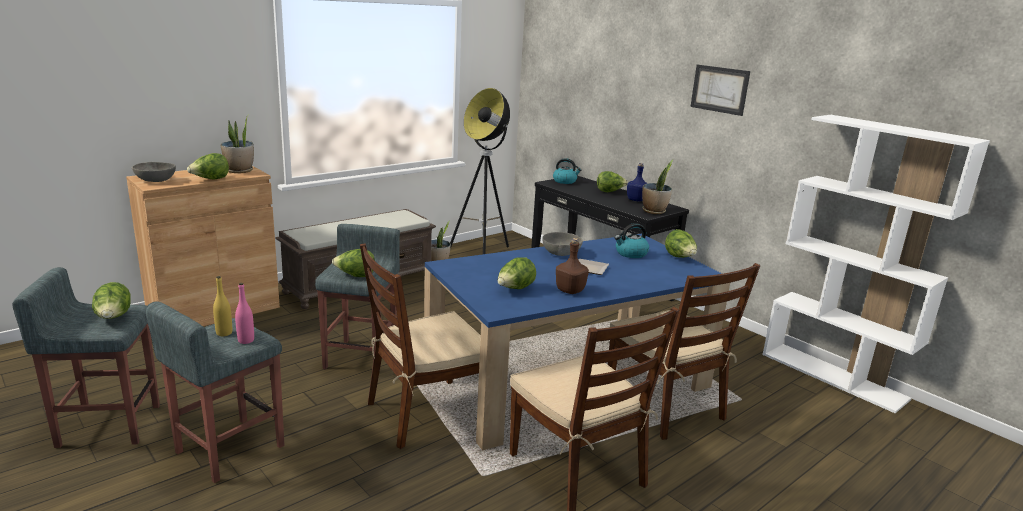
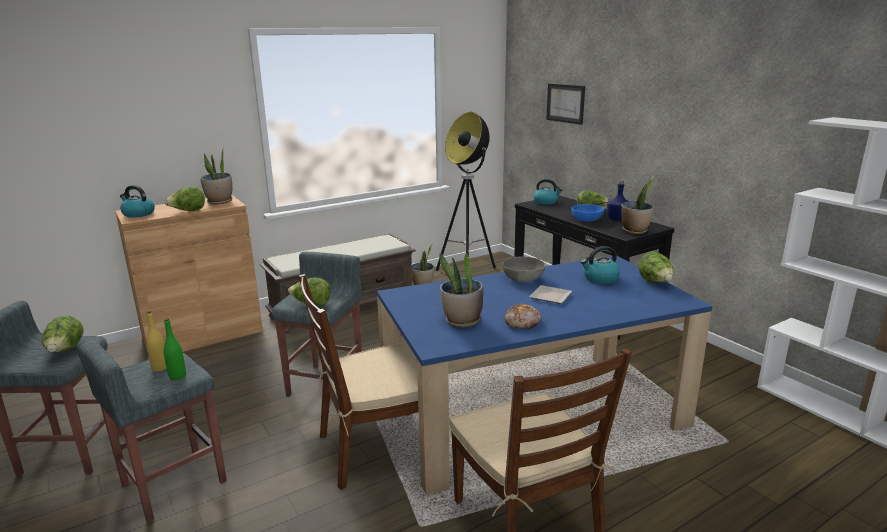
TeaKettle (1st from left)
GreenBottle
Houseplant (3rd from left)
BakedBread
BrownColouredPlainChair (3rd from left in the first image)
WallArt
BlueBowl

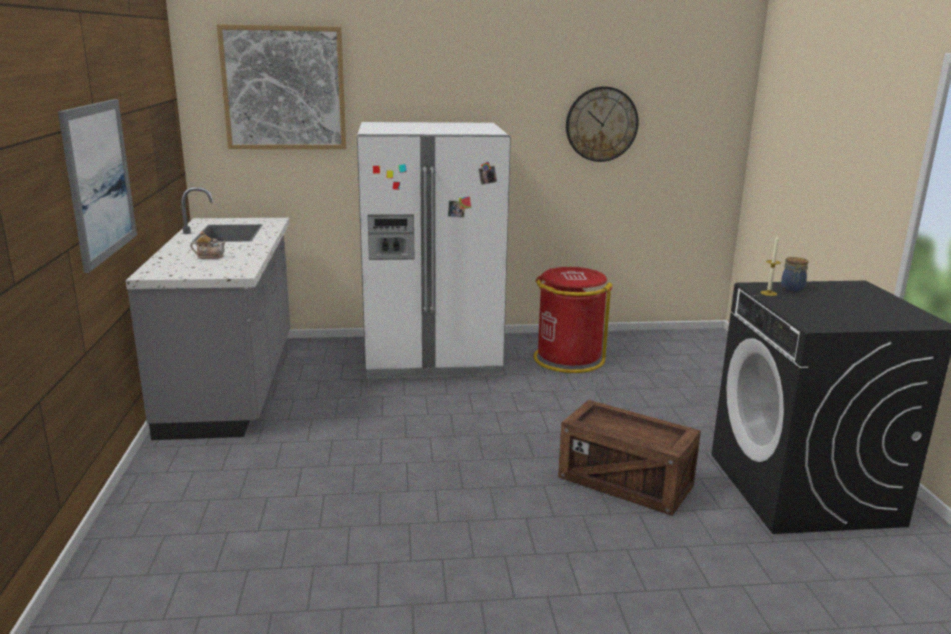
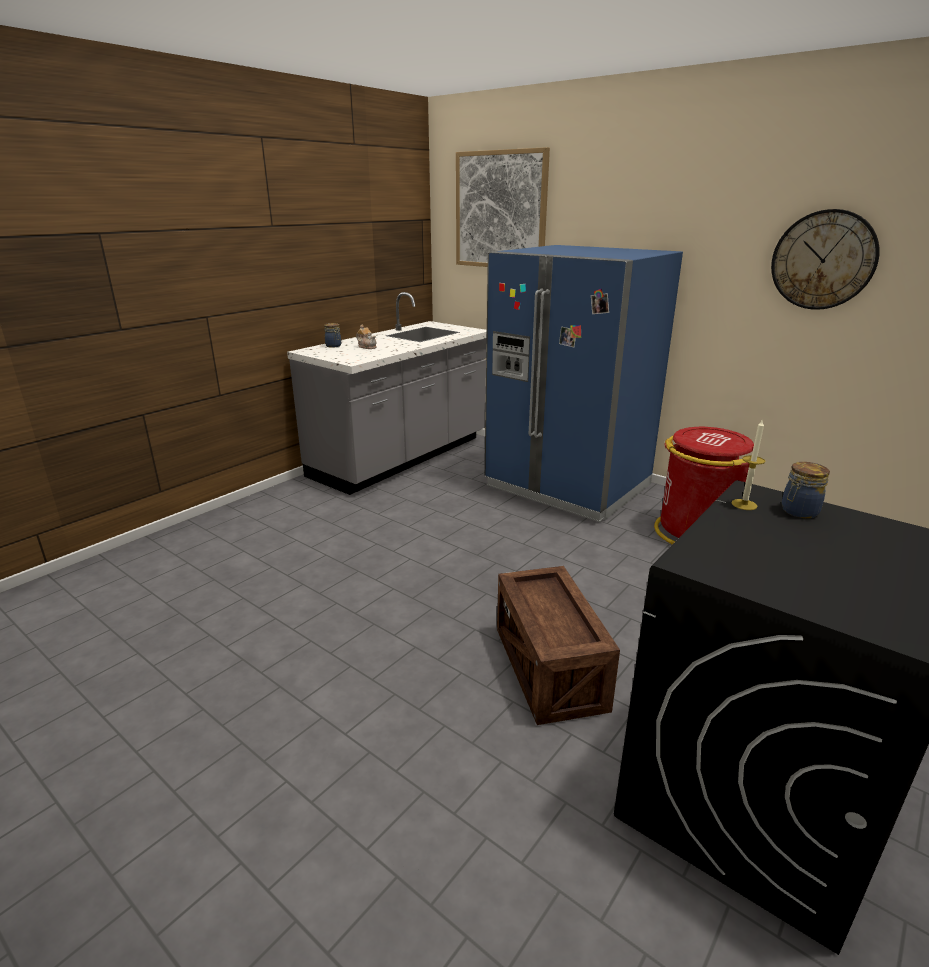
WallArt (1st from left in the first image)
BlueRefrigerator
PreserveJar (1st from left)

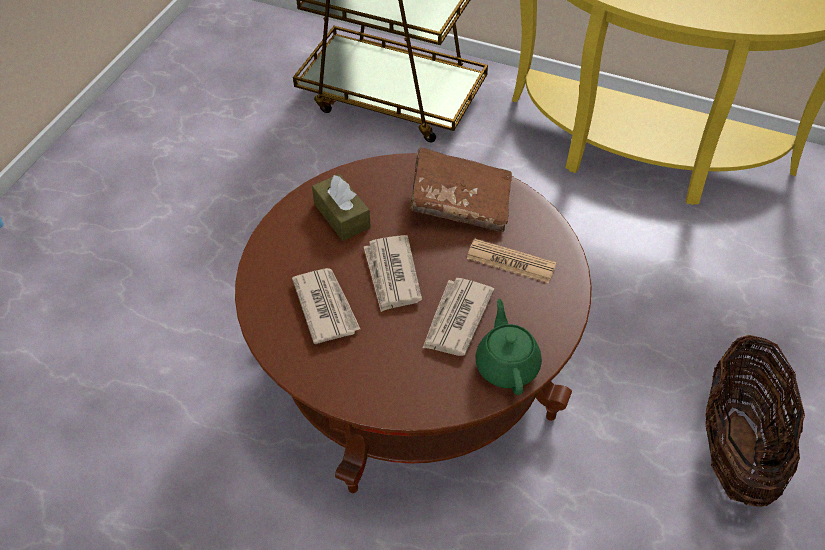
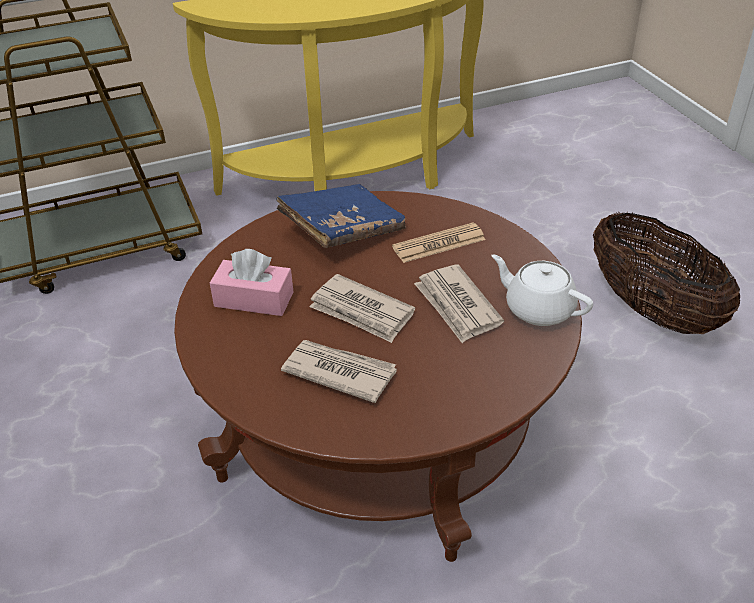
PinkTissueBox
BlueBook
WhiteColouredPotForTea

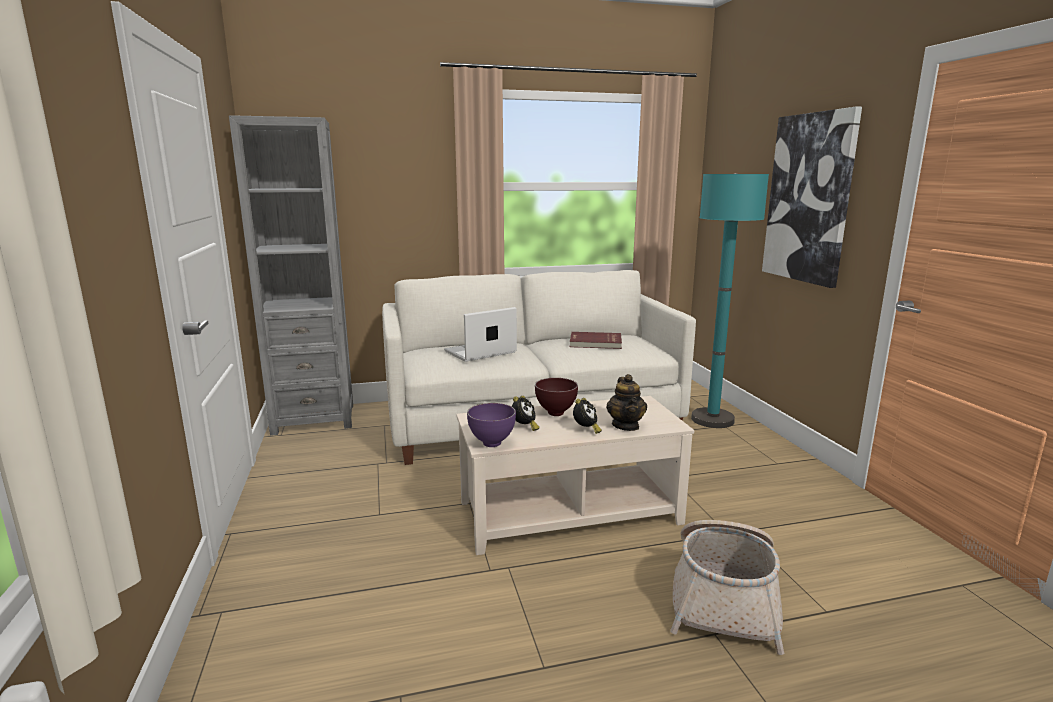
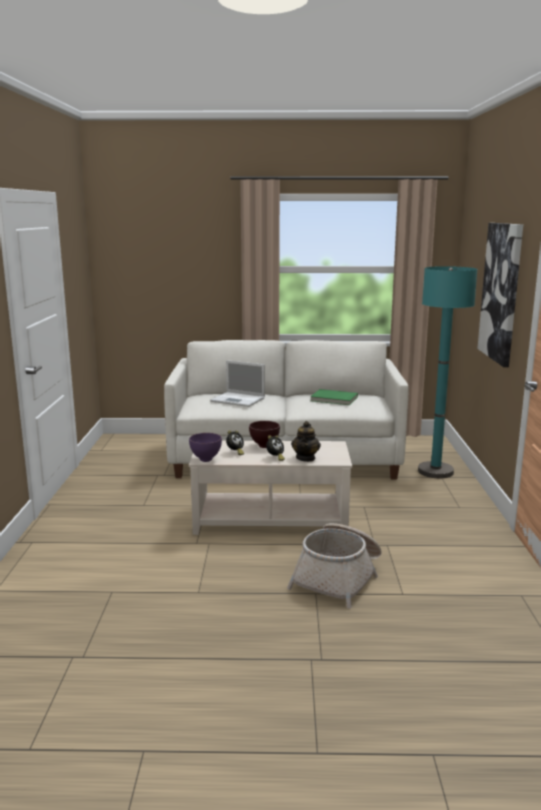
GrayShelvingUnit
Laptop
GreenBook

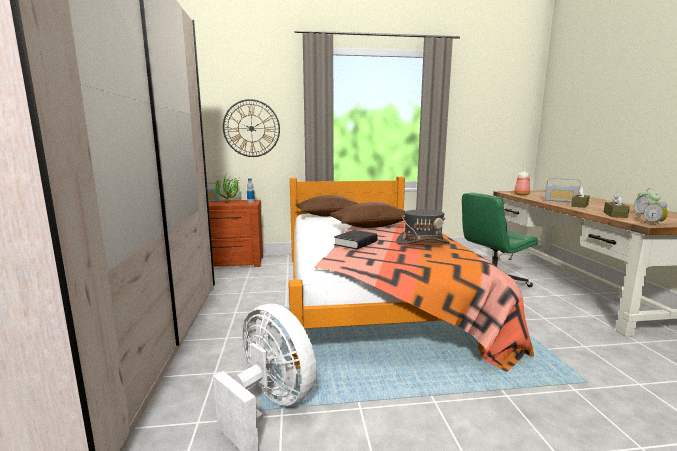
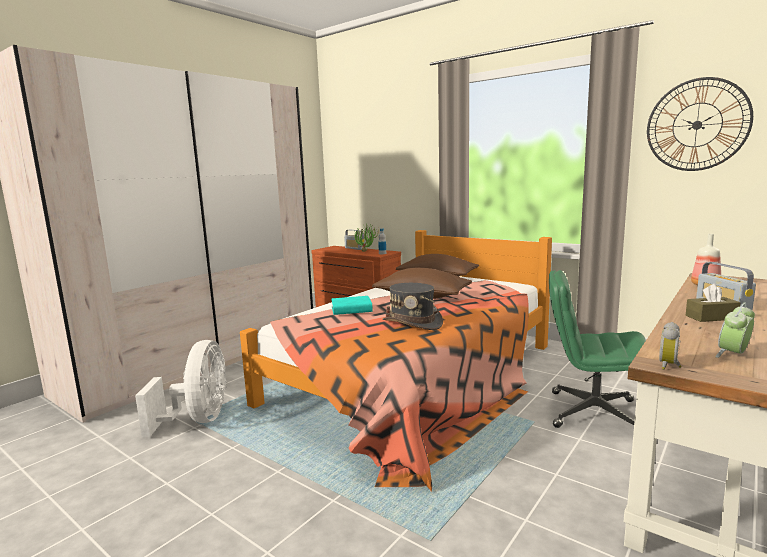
ClockOnTheWall
TurquoiseColouredBook
BrownColouredTissueBox (2nd from left in the first image)

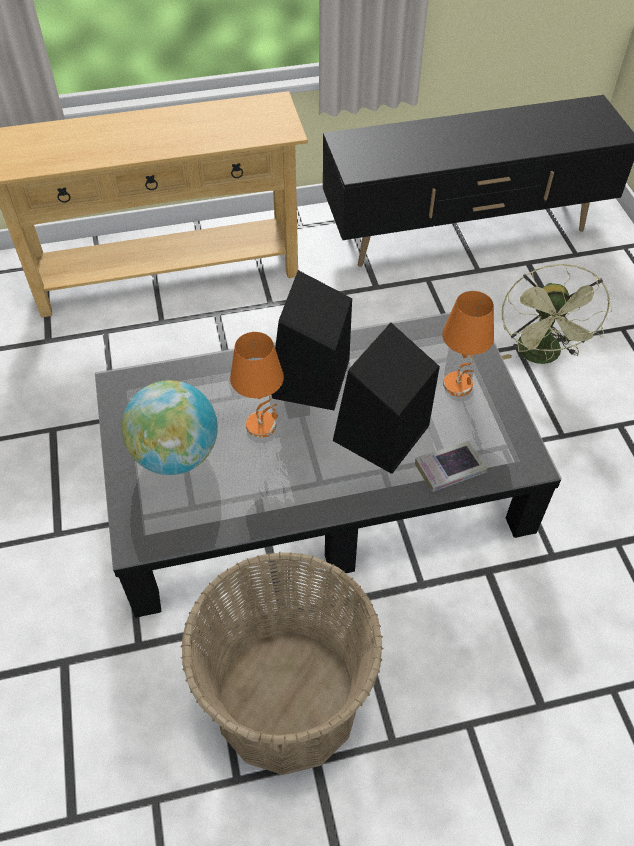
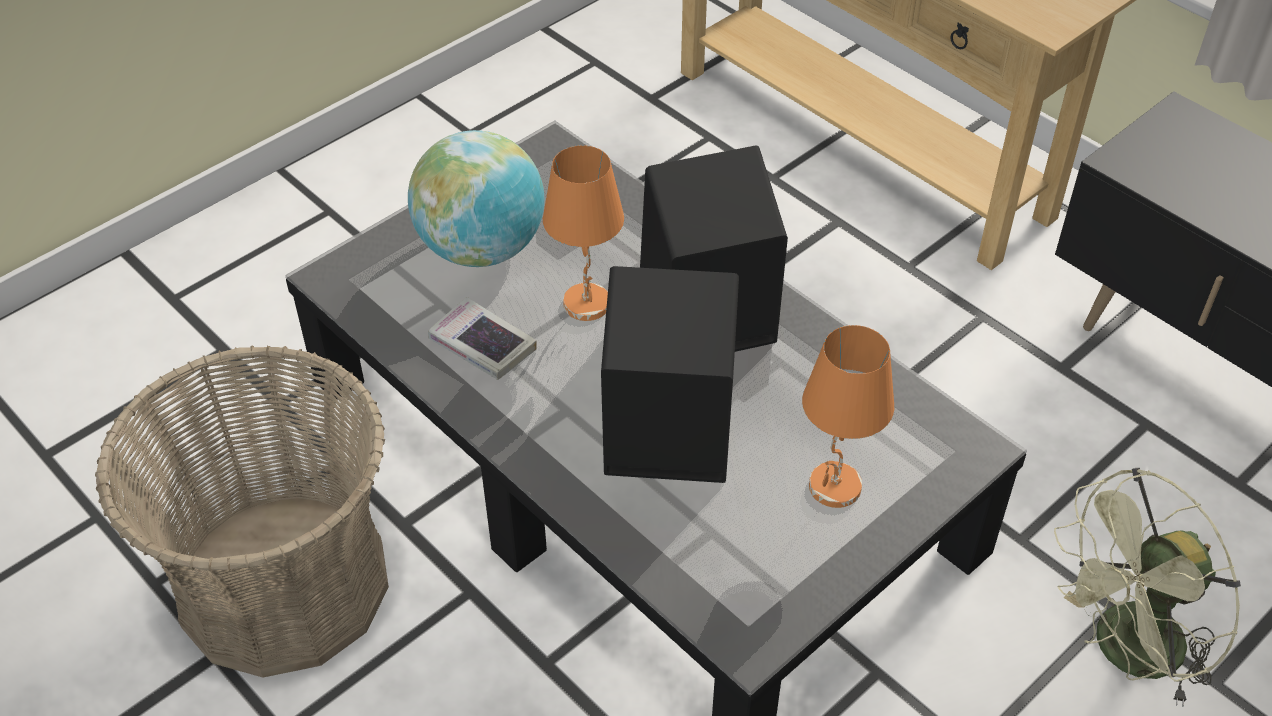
Book

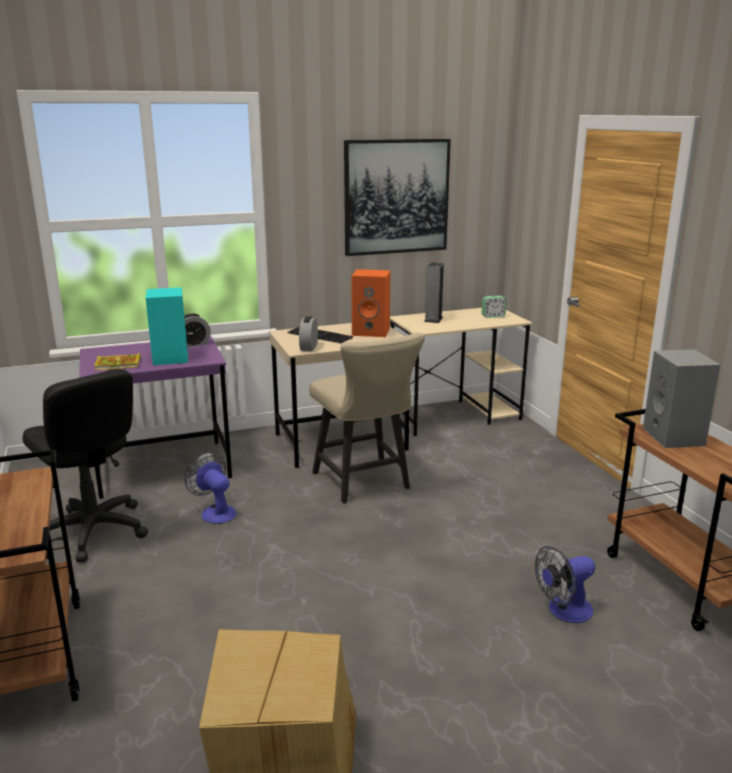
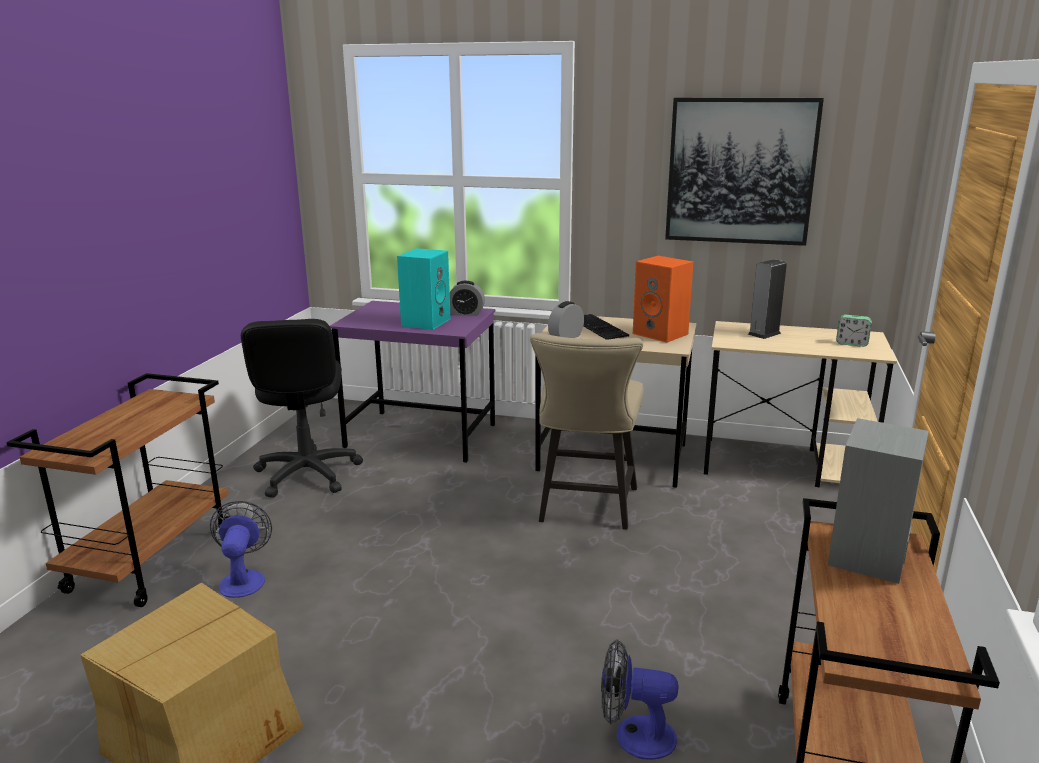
Book
Fan (1st from left)

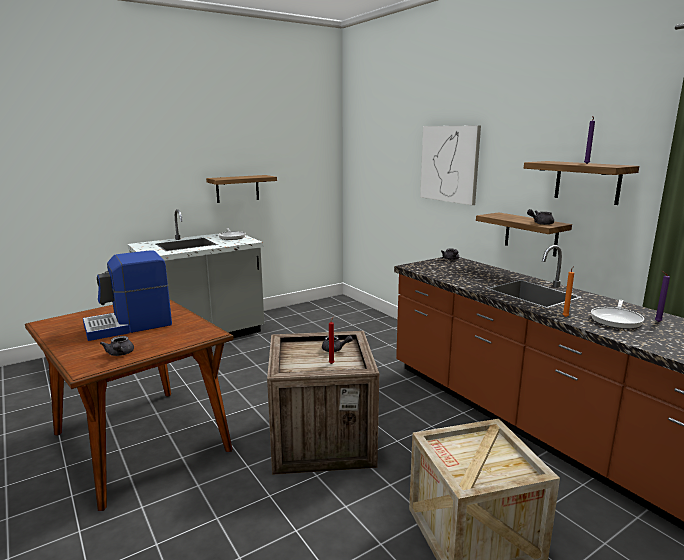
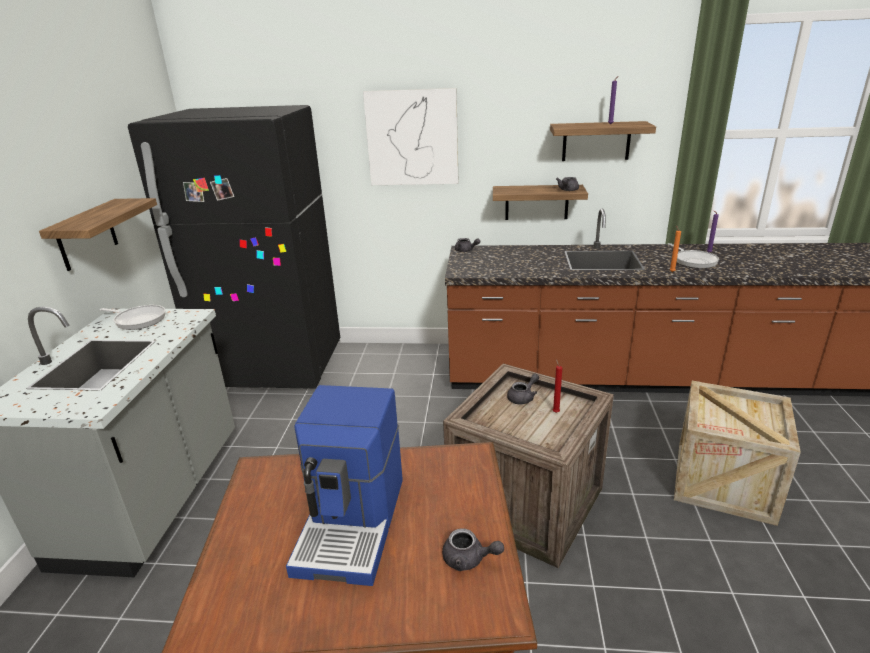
BlackishRefrigerator

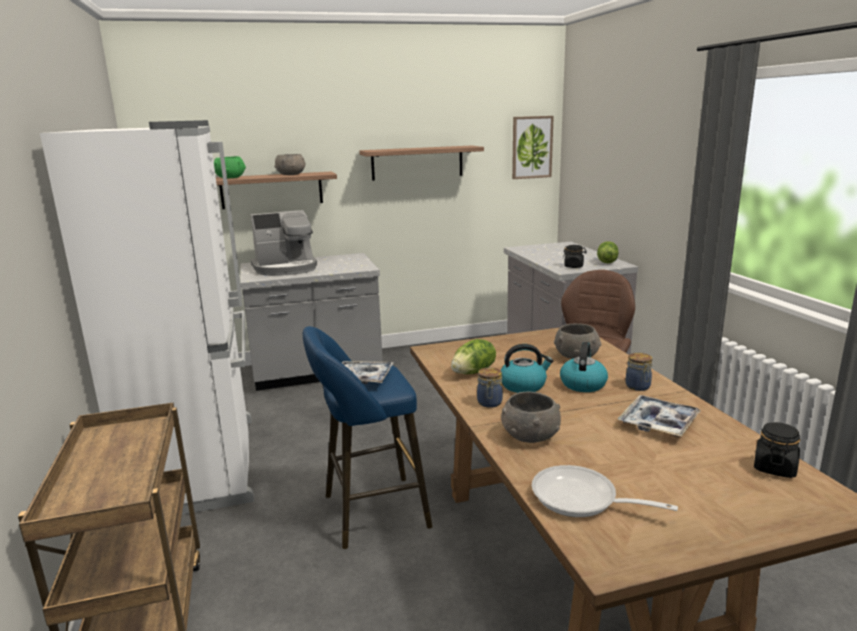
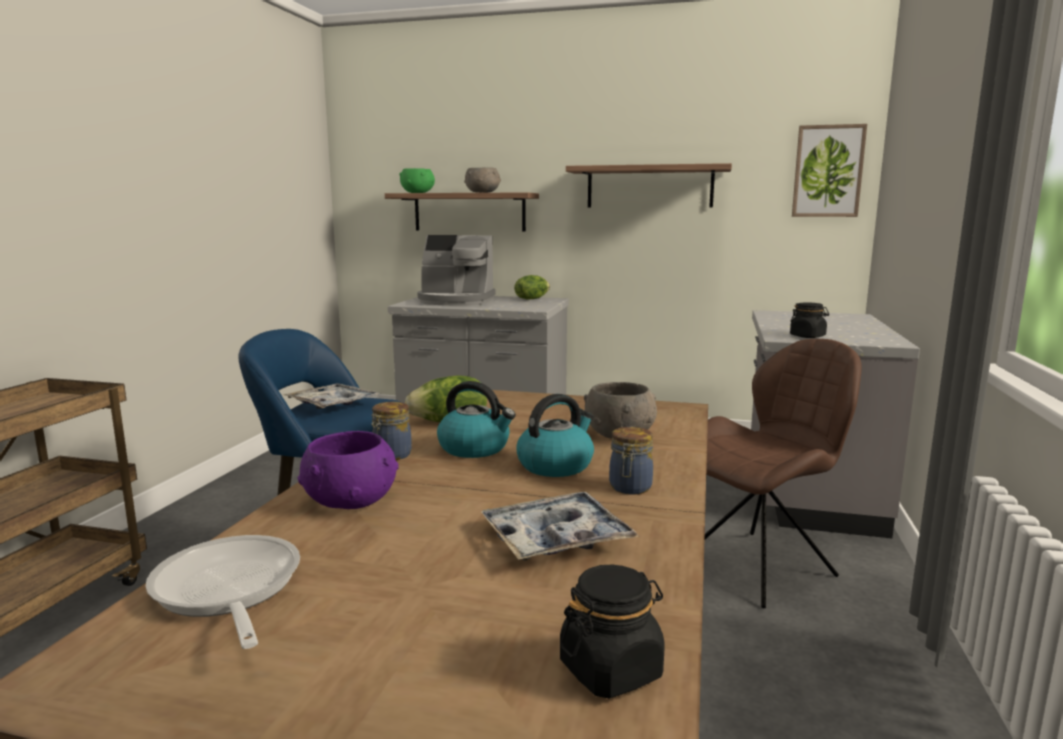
WhiteColouredRefrigerator
PurplishBowl
HeadOfLettuce (2nd from left)

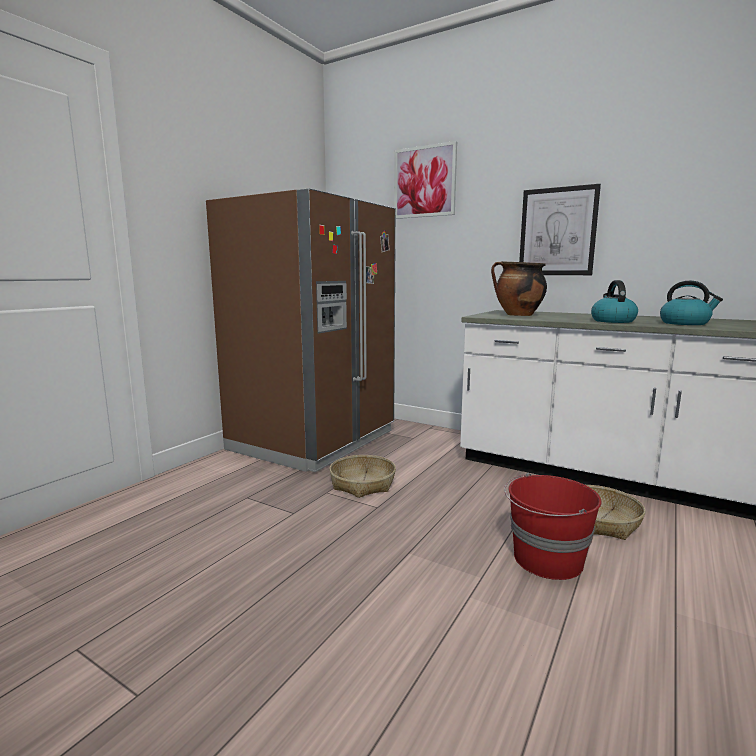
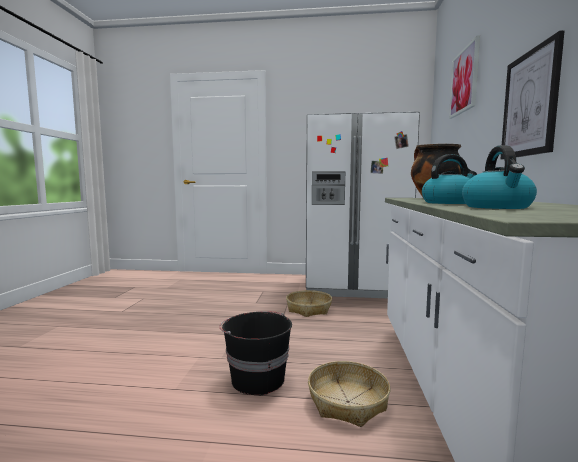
WhiteColouredRefrigerator
BlackishBucket

